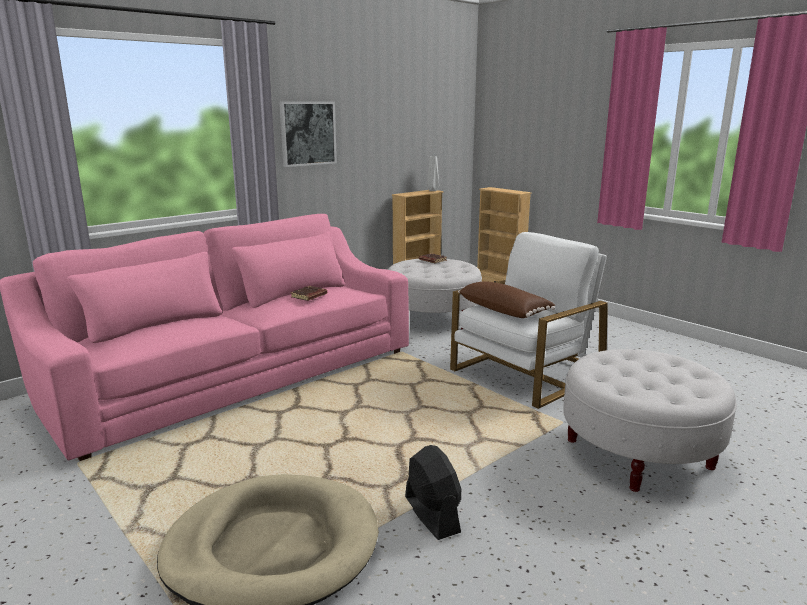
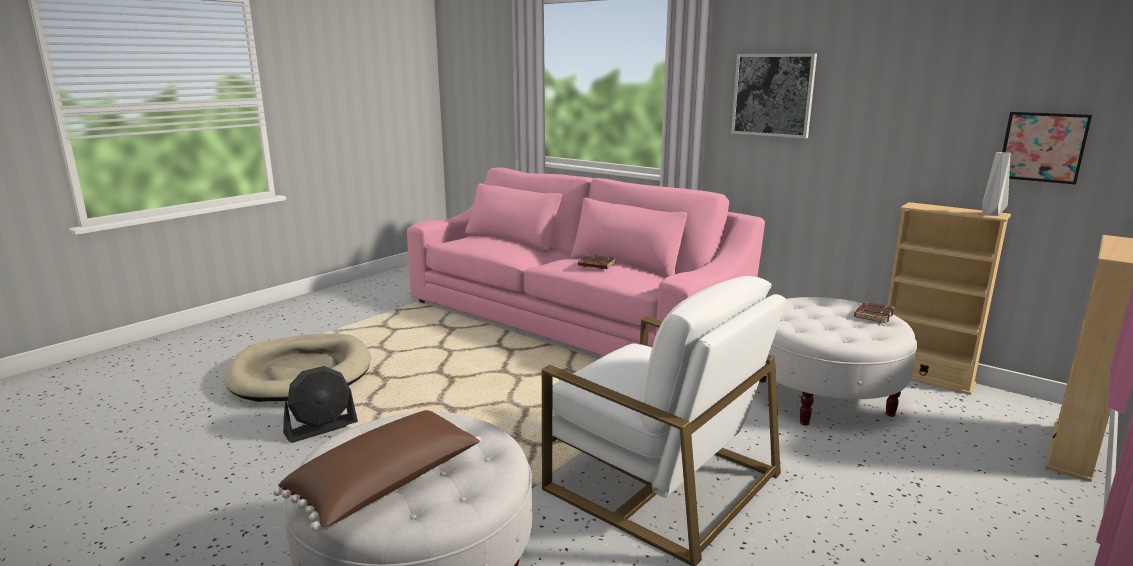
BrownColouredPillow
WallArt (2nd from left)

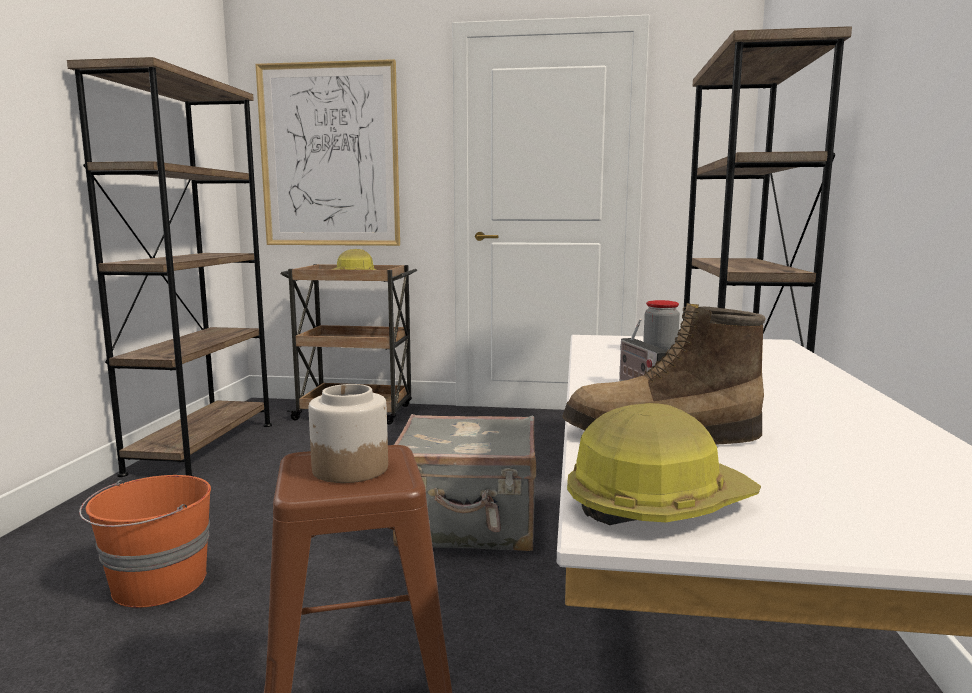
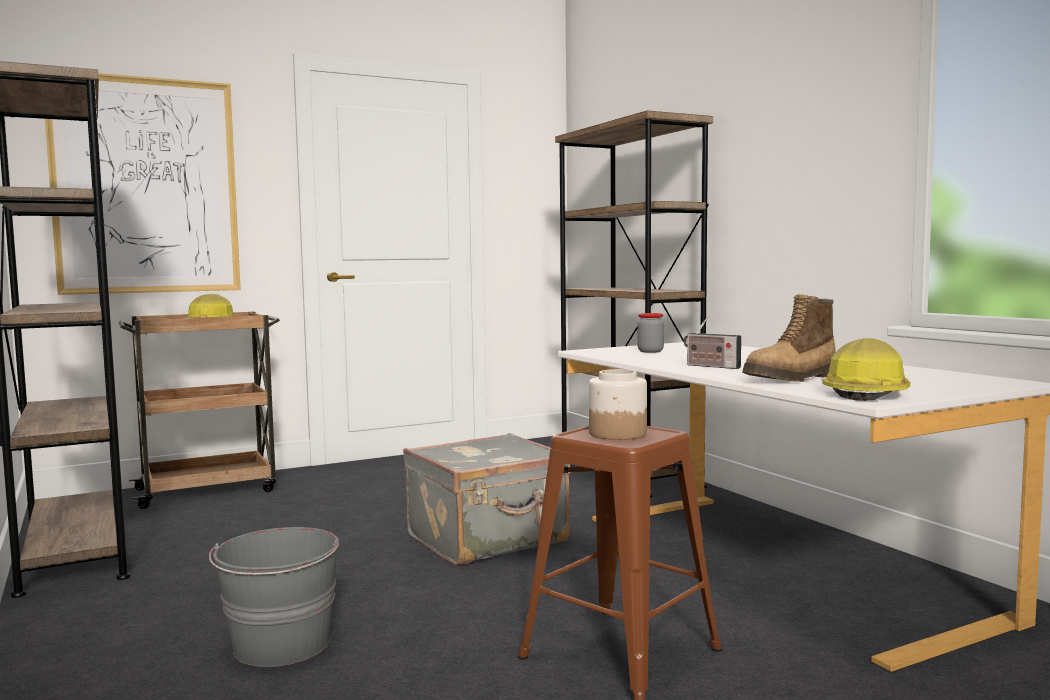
GrayBucket

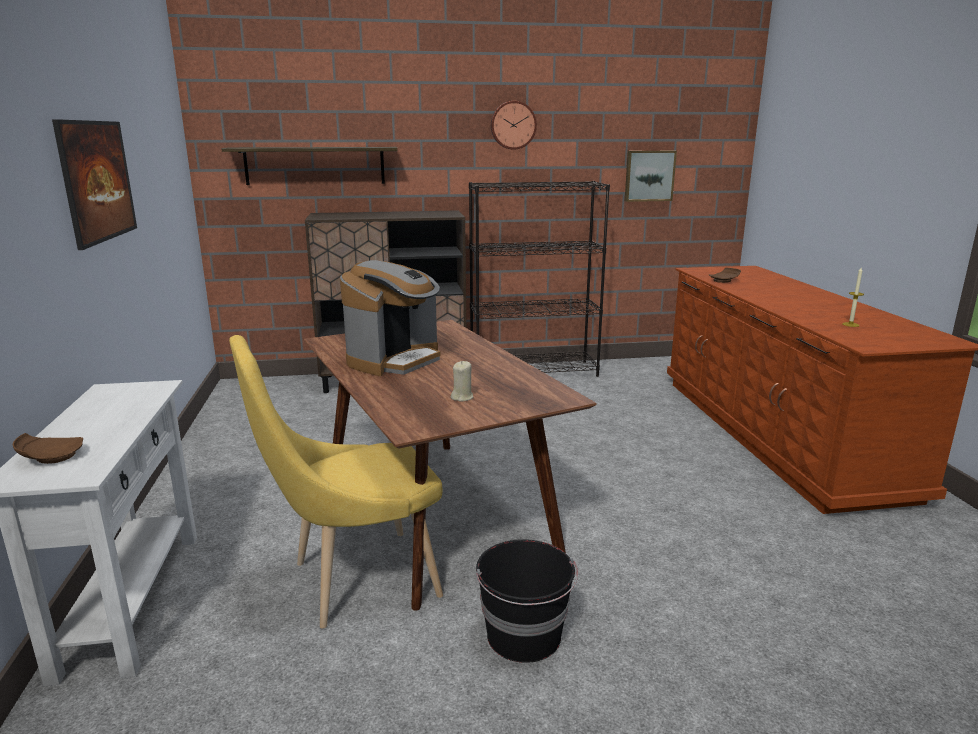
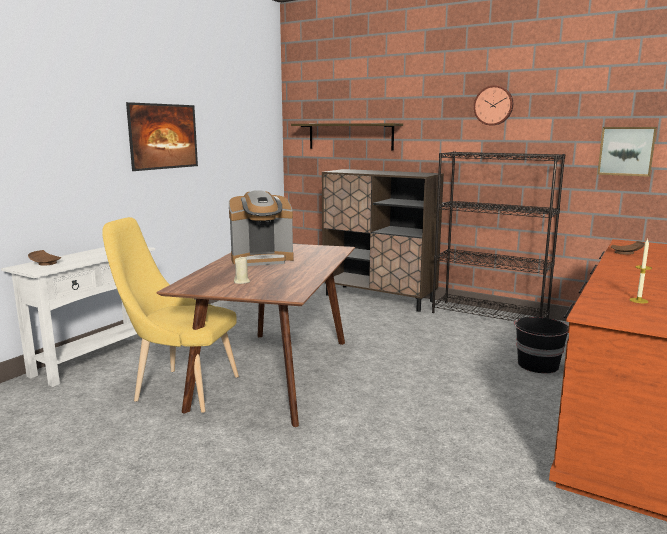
BlackishBucket

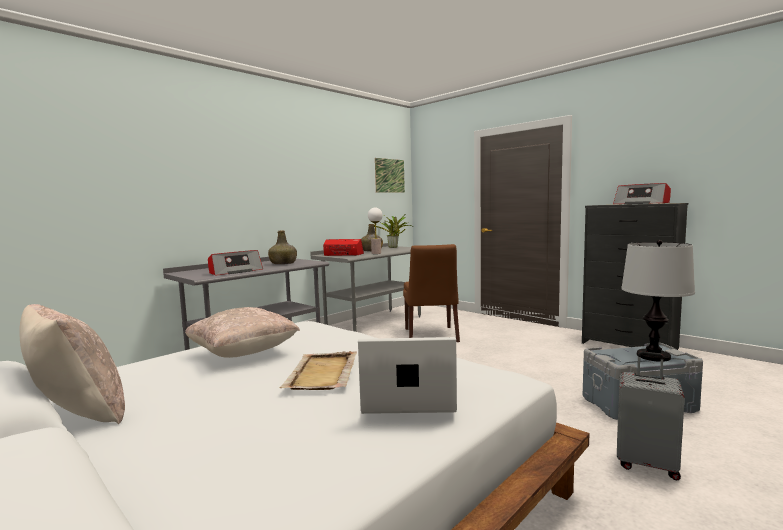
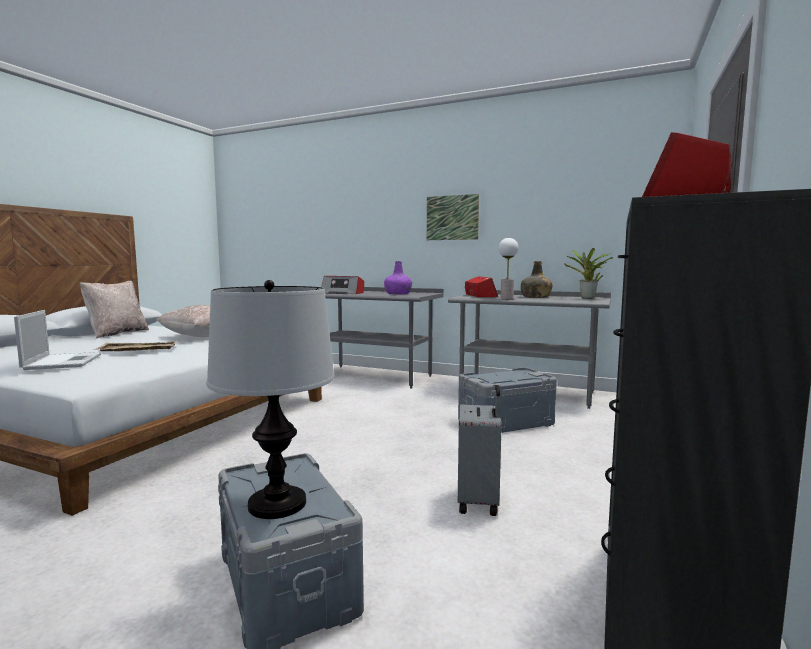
PurplishBottle
WallArt
GrayStorageBox (2nd from left)
GrayPieceOfLuggage

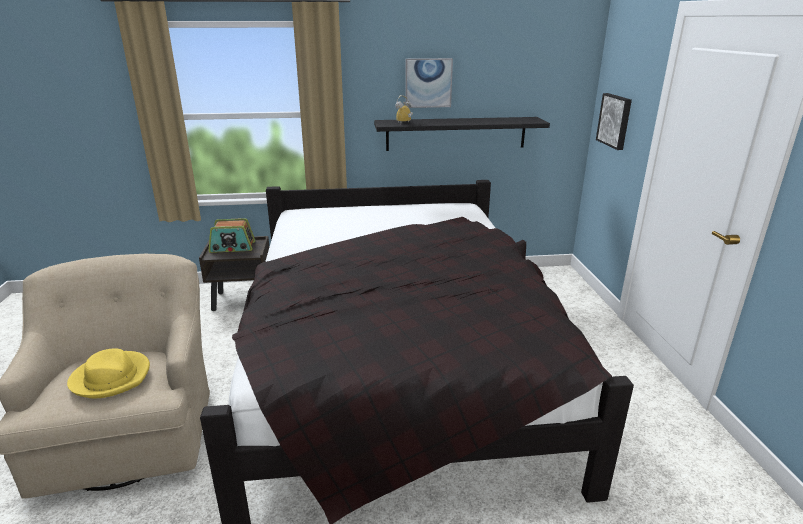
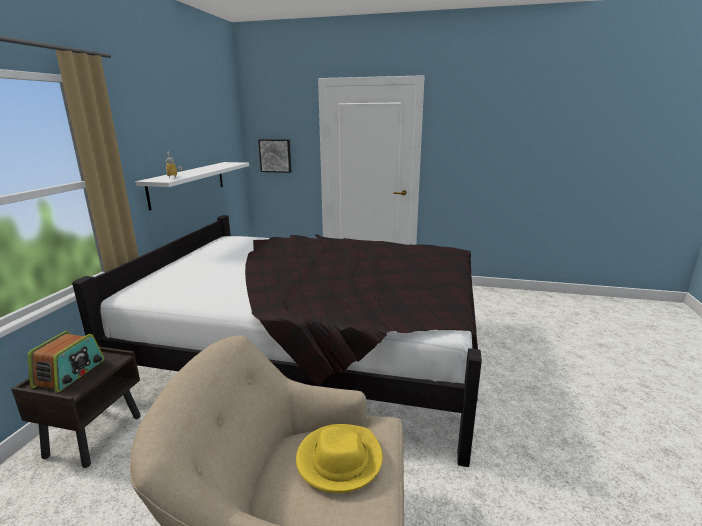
WhiteColouredShelf
WallArt (1st from left in the first image)

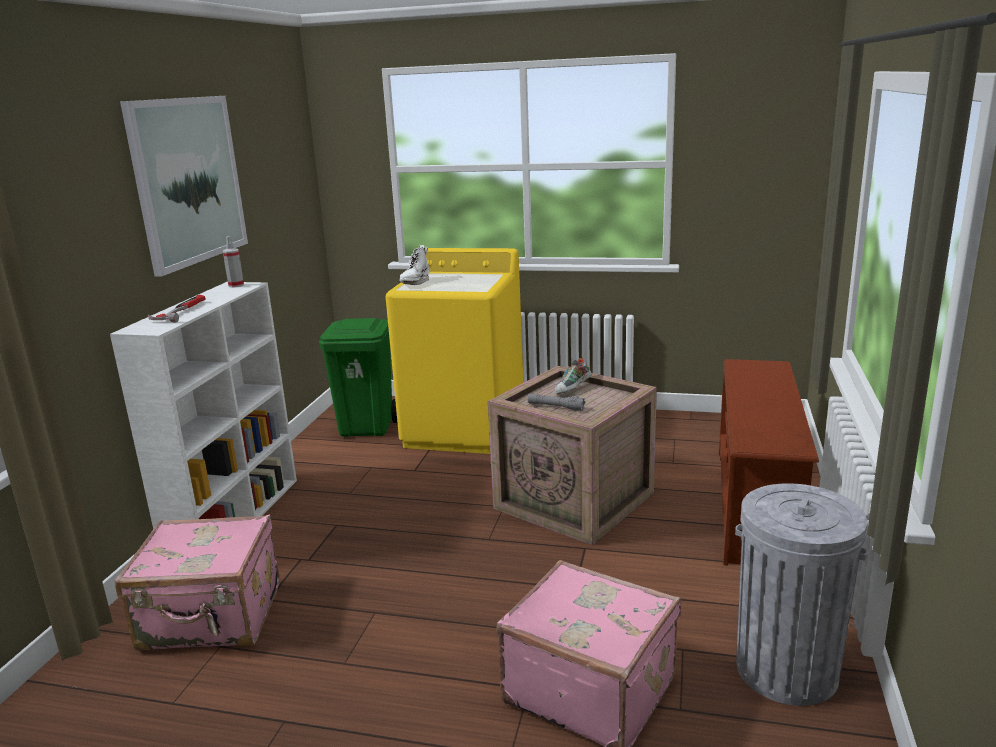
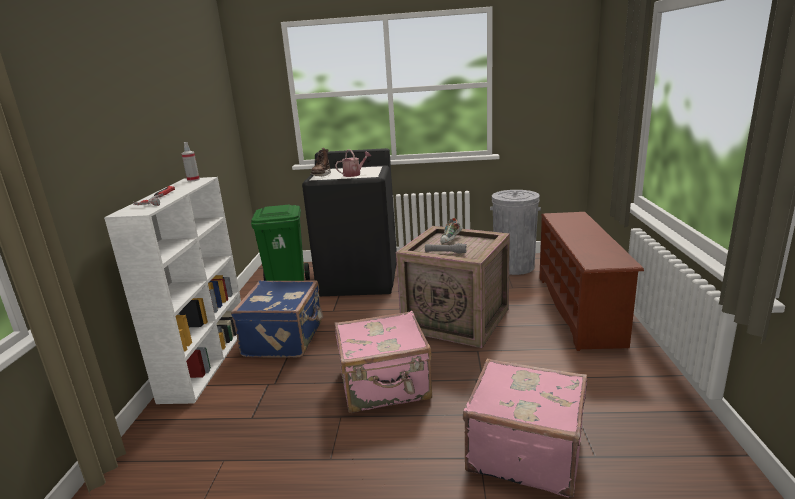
PinkPieceOfLuggage (1st from left)
WallArt
BlackishWashingMachine
BrownColouredTallBoot
GrayTrashCan
BluePieceOfLuggage
SprinklingCan

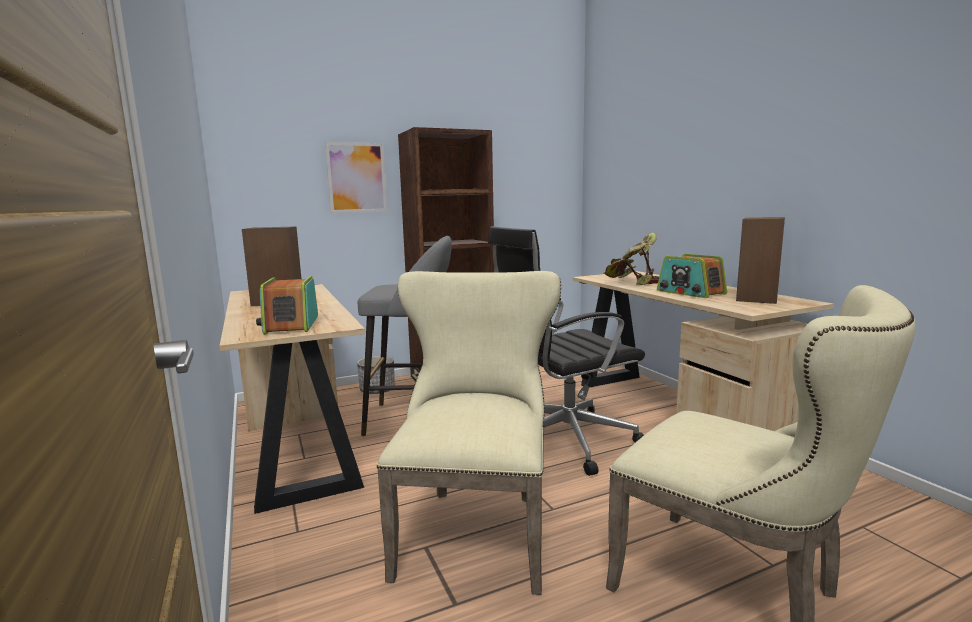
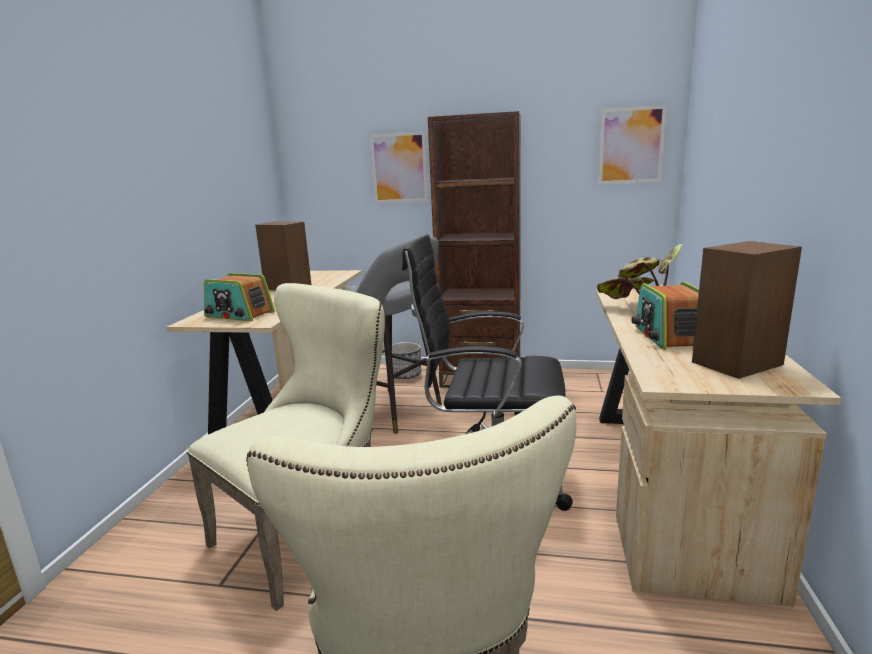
RadioSet (1st from left)
WallArt (2nd from left)

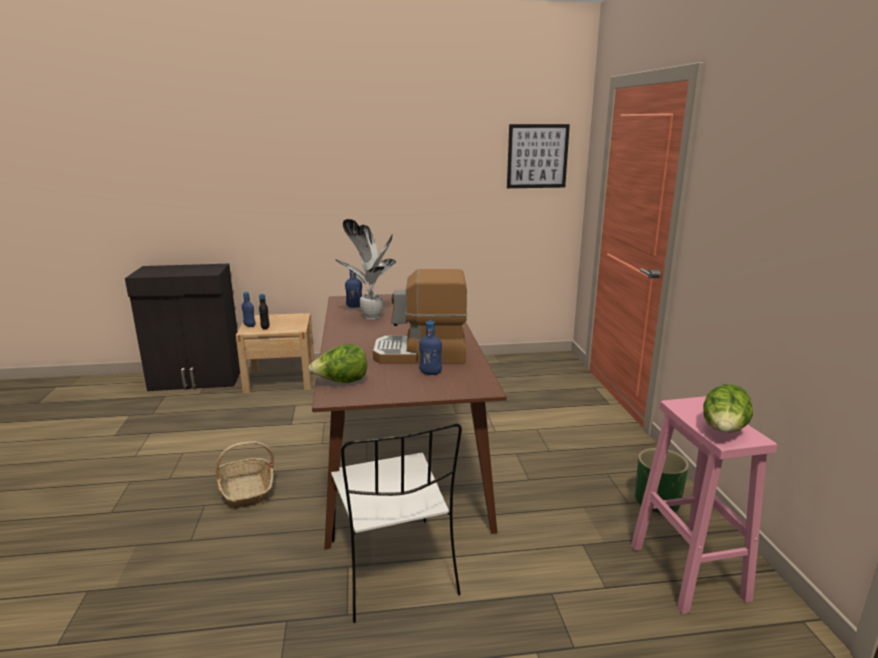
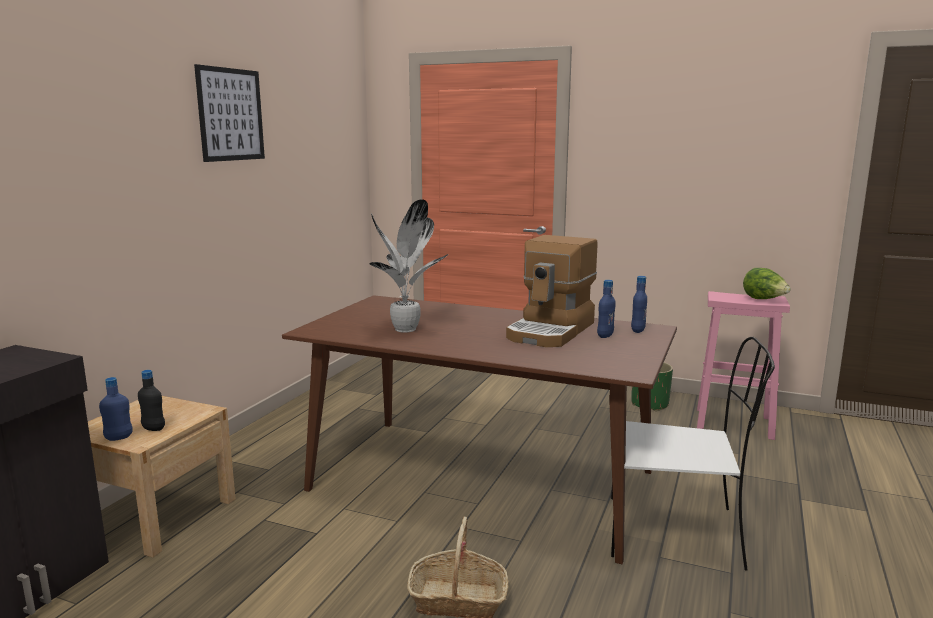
HeadOfLettuce (1st from left in the first image)
BlueBottle (3rd from left)
WallArt

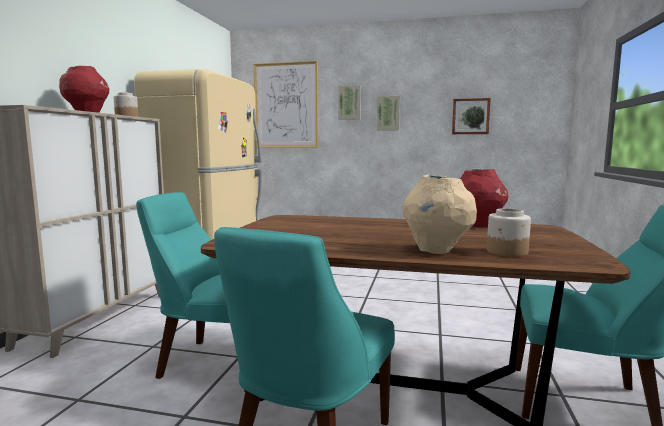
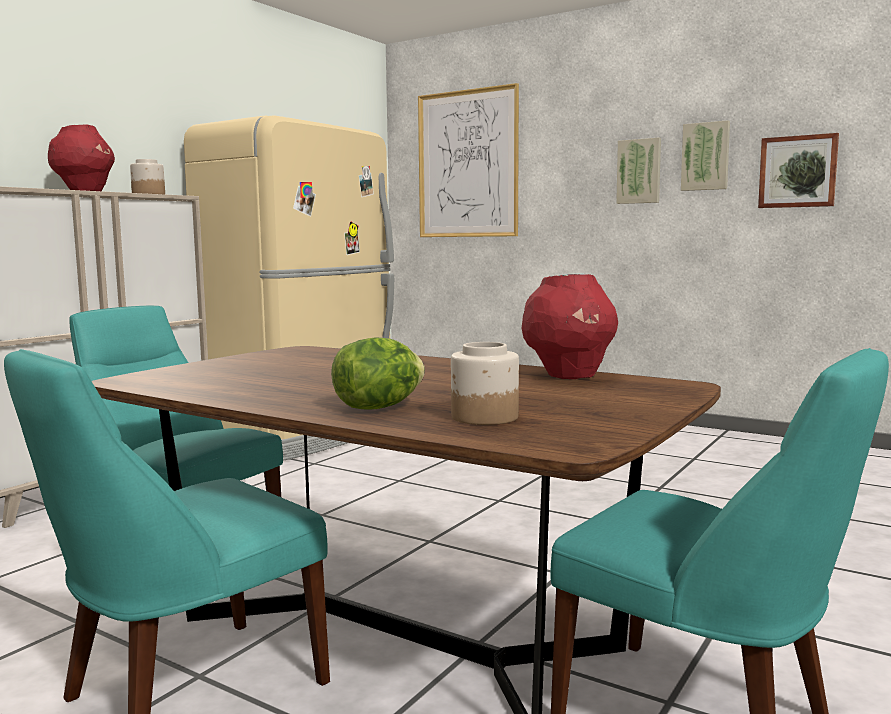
WallArt (3rd from left)
HeadOfLettuce

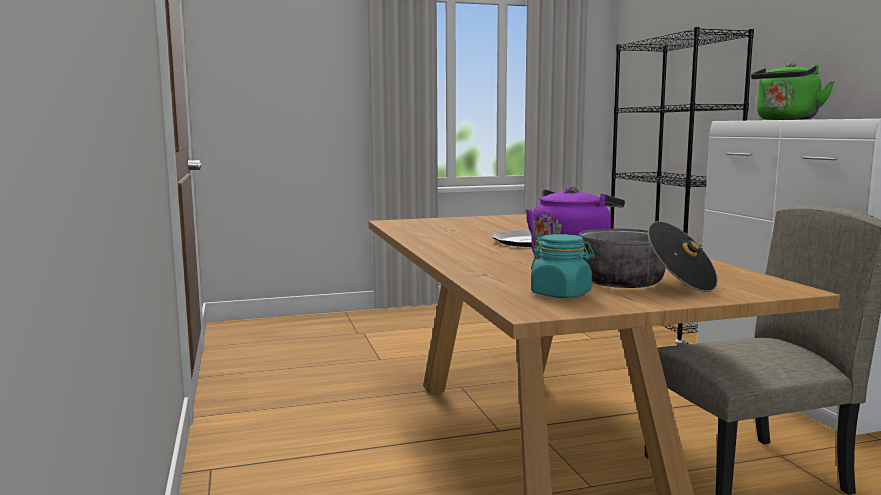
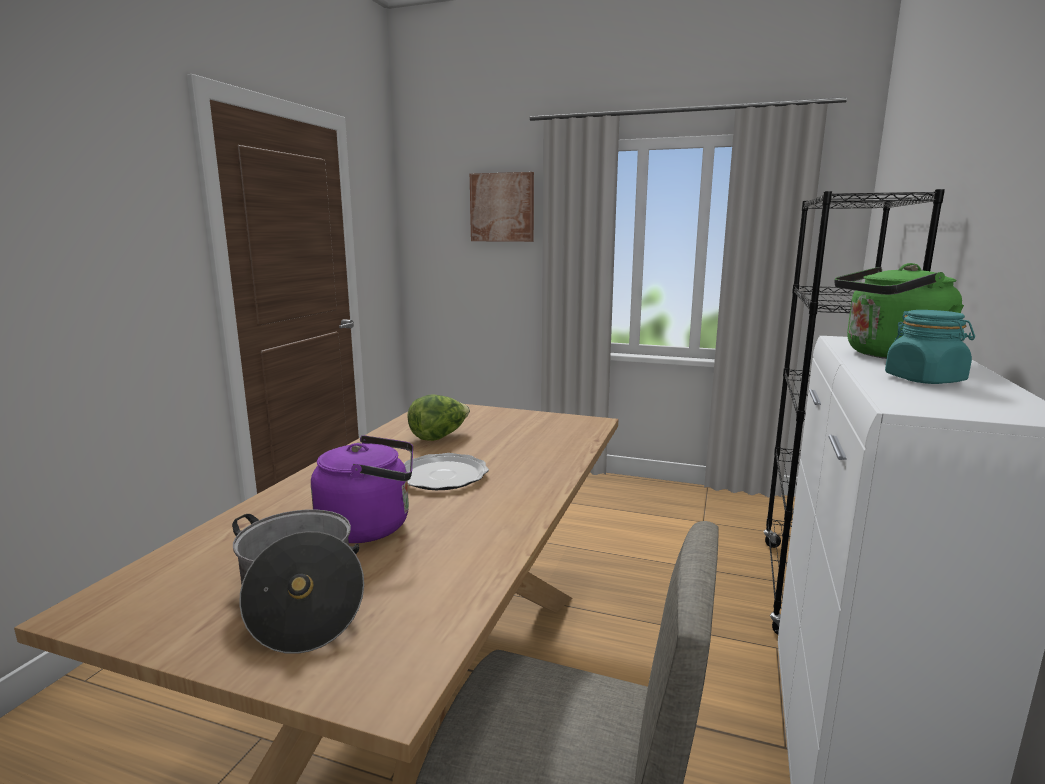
TurquoiseColouredPreserveJar
HeadOfLettuce
WallArt

